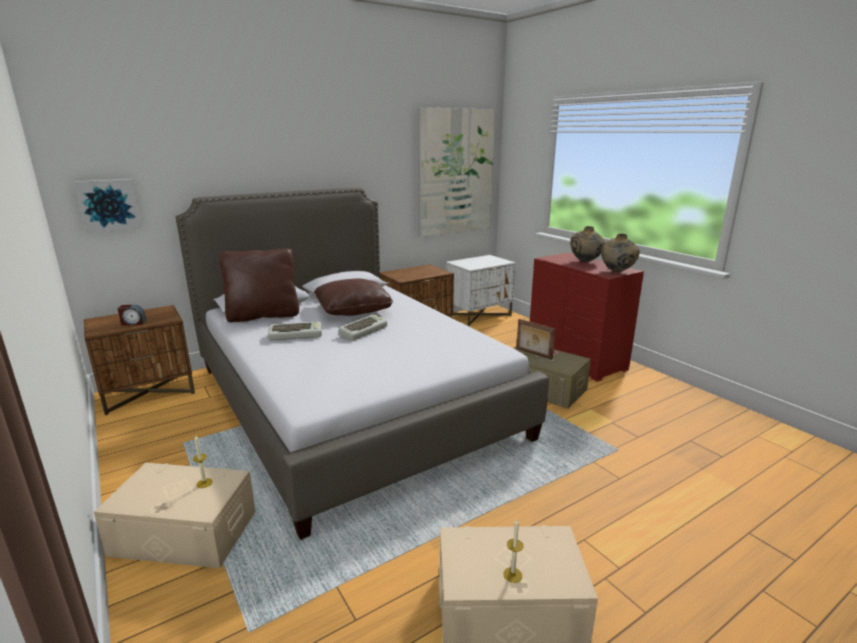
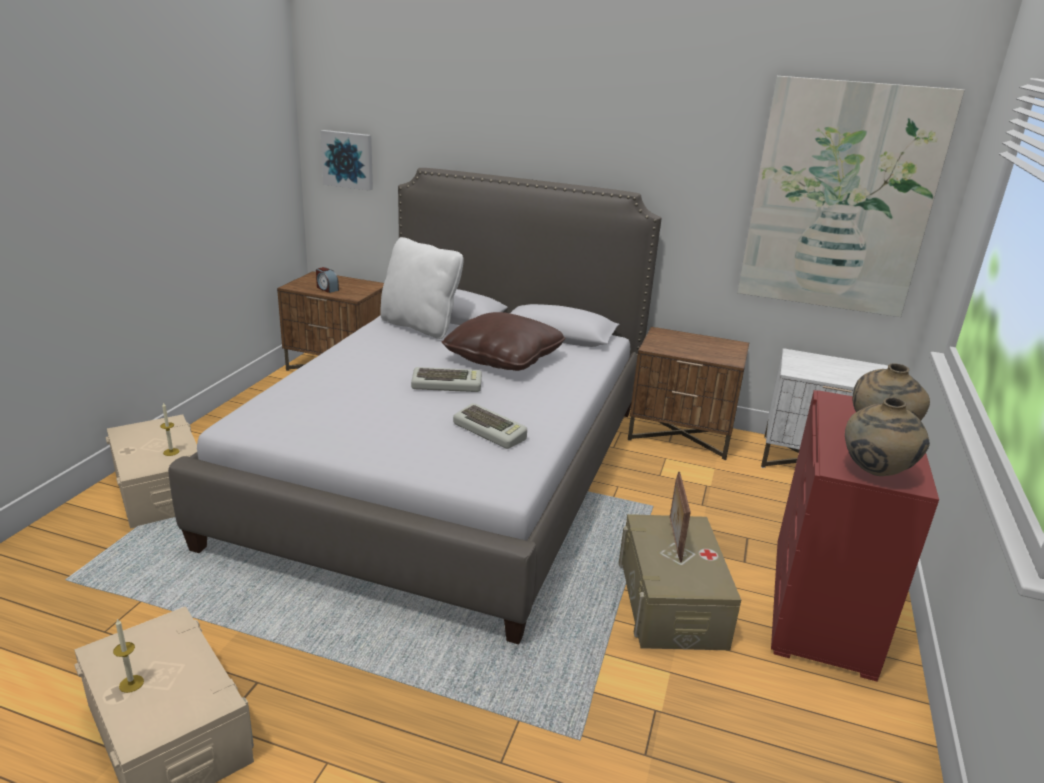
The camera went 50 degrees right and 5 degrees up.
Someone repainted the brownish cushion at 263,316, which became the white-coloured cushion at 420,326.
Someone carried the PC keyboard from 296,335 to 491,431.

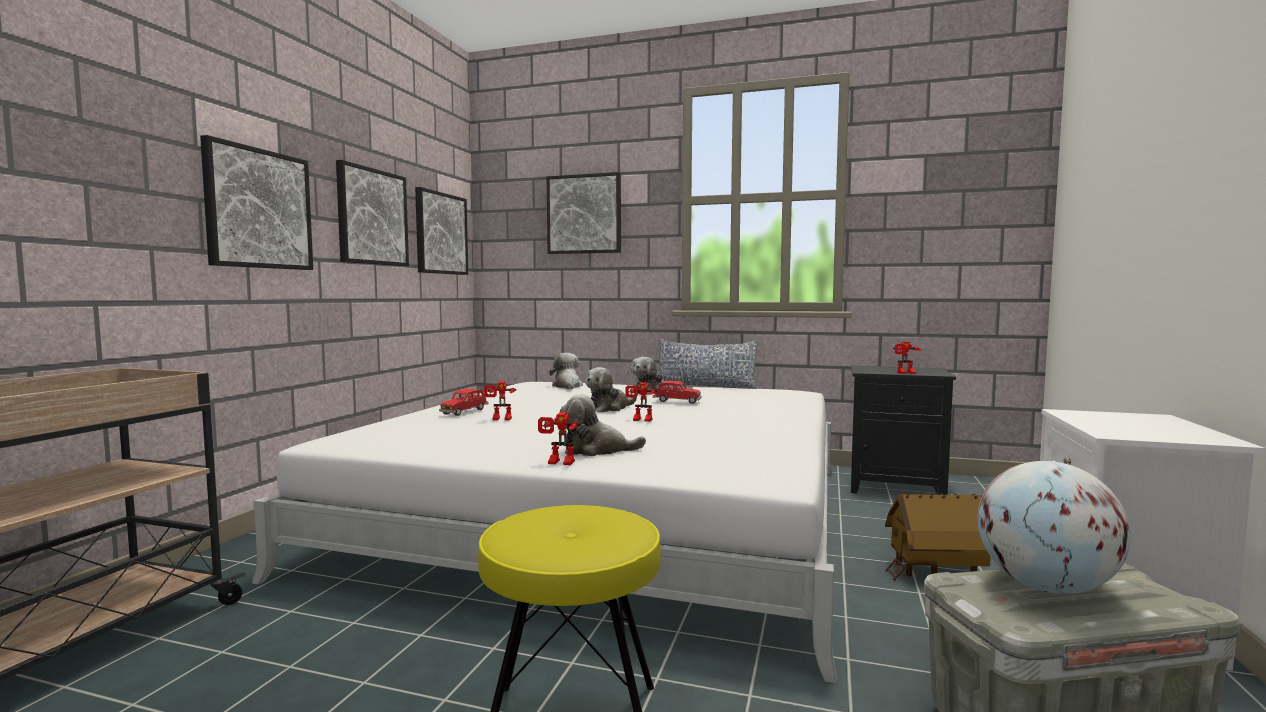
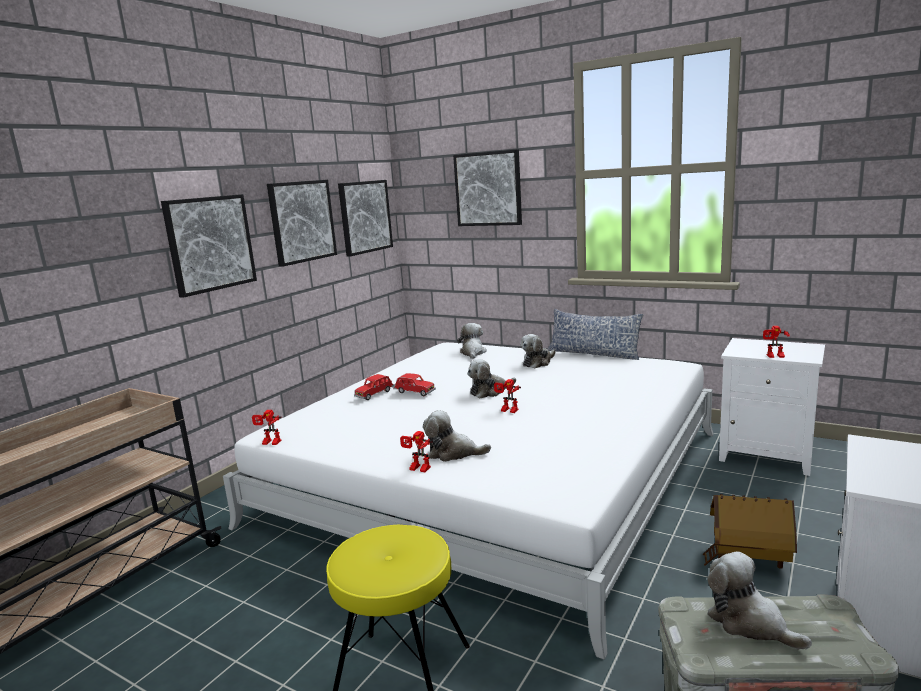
The camera went 15 degrees right and 10 degrees up.
Someone repainted the black-coloured nightstand at 896,486, which became the white-coloured nightstand at 768,454.
Someone carried the red miniature car from 677,401 to 414,392.
Someone carried the model robot from 500,419 to 269,443.
Someone swapped the globe at 1045,587 for the cuddly toy at 749,622.

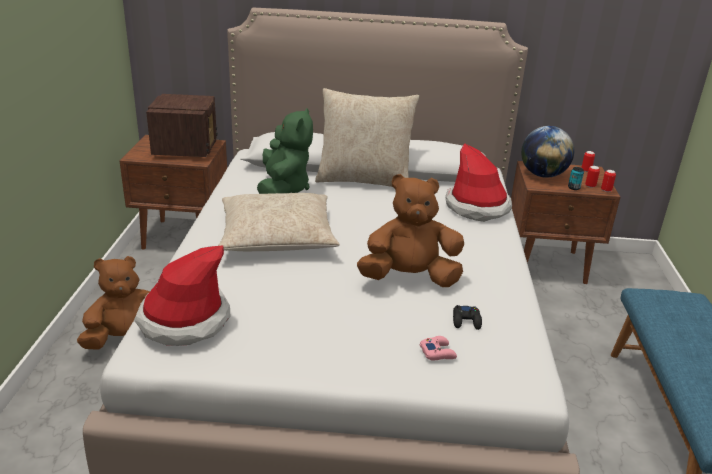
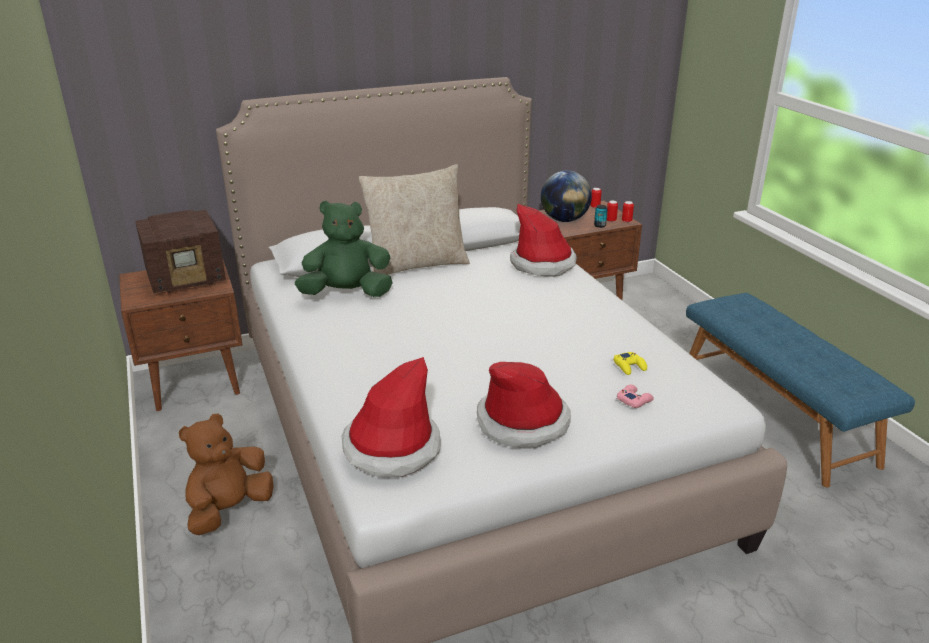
The camera went 25 degrees left and 0 degrees up.
Someone rotated the radio receiver at 186,148 by 90 degrees clockwise.
Someone rotated the greenish cuddly toy at 283,189 by 75 degrees counterclockwise.
Someone took away the brownish cuddly toy at 409,278.
Someone took away the beige cushion at 277,236.
Someone repainted the black-coloured joypad at 466,321, which became the yellowish joypad at 629,366.
Someone put down the hat at 522,422.

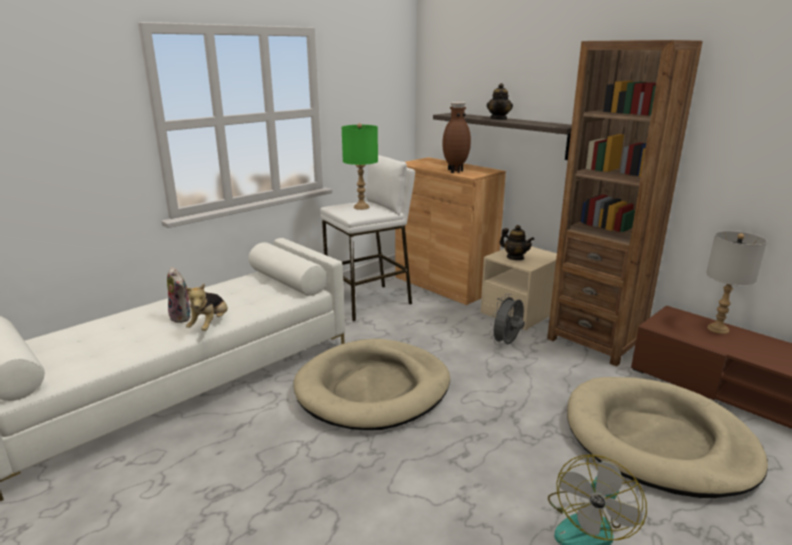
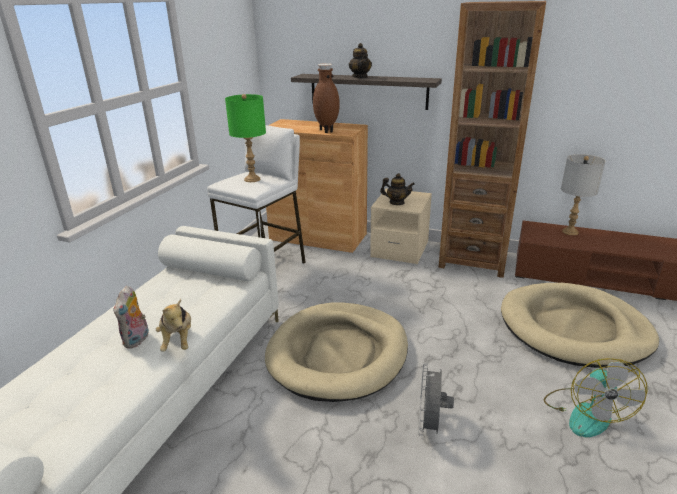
The camera went 25 degrees left and 5 degrees up.
Someone rotated the cuddly toy at 183,317 by 75 degrees clockwise.
Someone carried the greyish fan from 507,343 to 430,426.

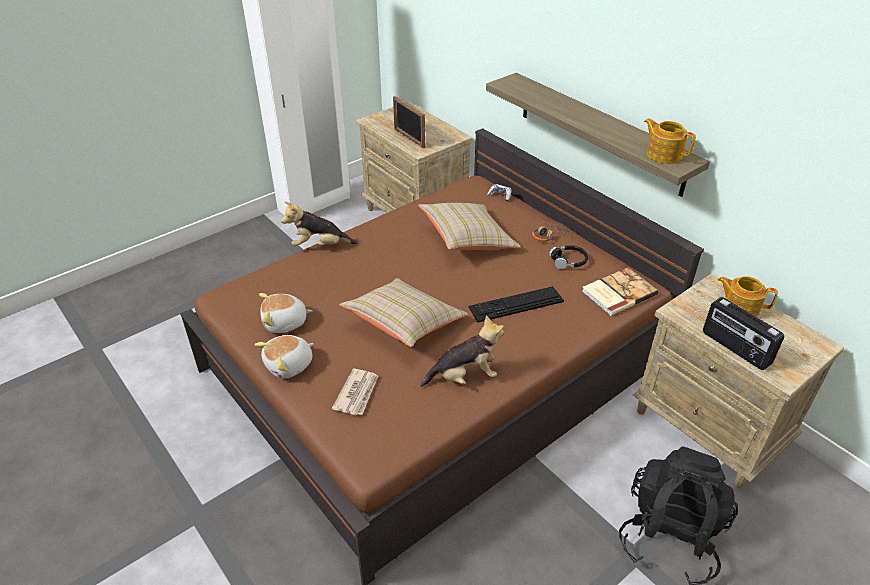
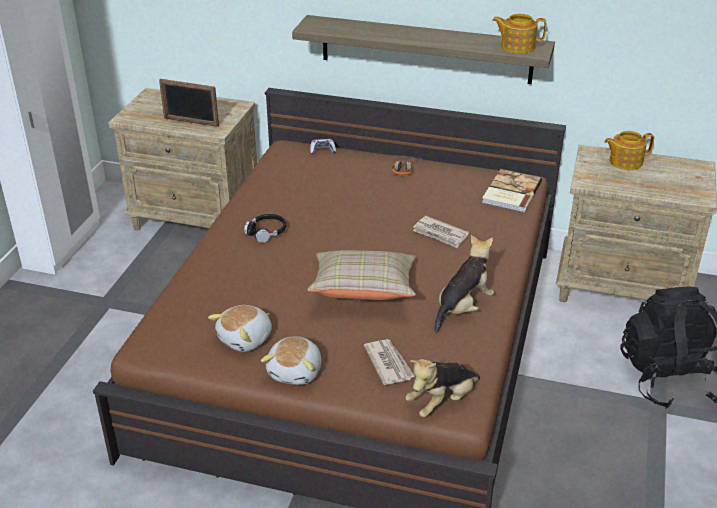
The camera went 35 degrees left and 5 degrees down.
Someone carried the cuddly toy from 320,245 to 442,402.
Someone took away the beige cushion at 467,240.
Someone carried the black-coloured headset from 568,261 to 266,232.
Someone swapped the PC keyboard at 516,304 for the newspaper at 440,234.
Someone took away the radio receiver at 735,348.

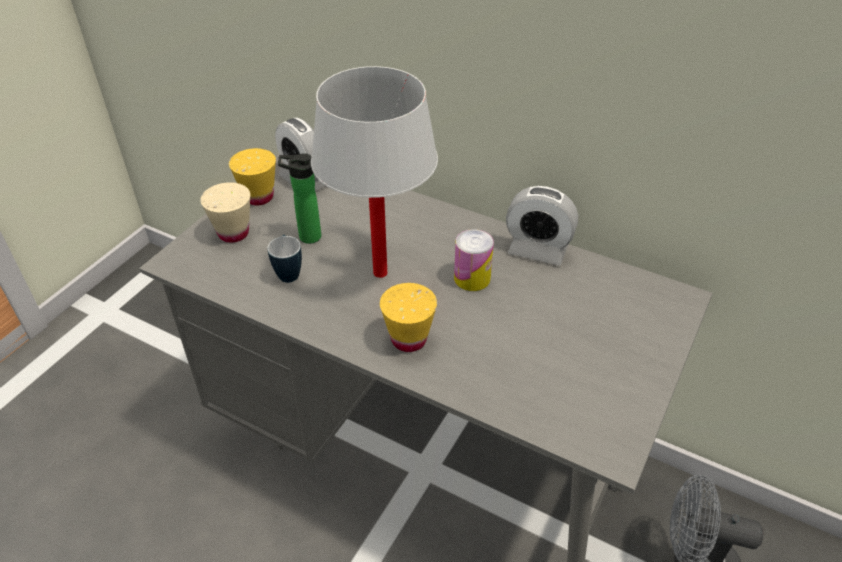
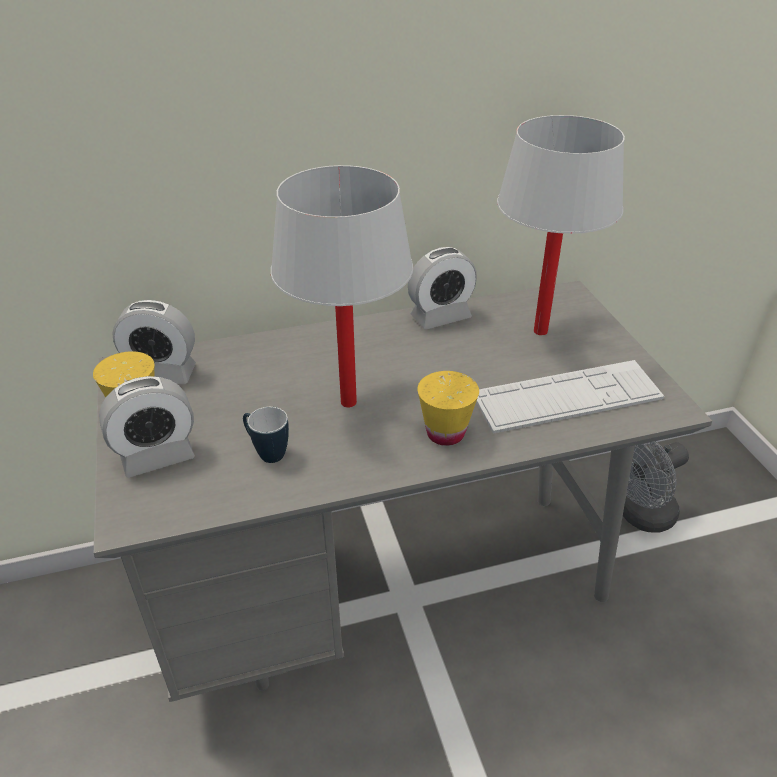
The camera went 45 degrees left and 5 degrees down.
Someone took away the drink bottle at 306,237.
Someone swapped the beige drinking cup at 233,233 for the bedside clock at 157,456.
Someone took away the metal can at 472,278.
Someone put down the white-coloured table lamp at 540,331.
Someone put down the PC keyboard at 567,397.

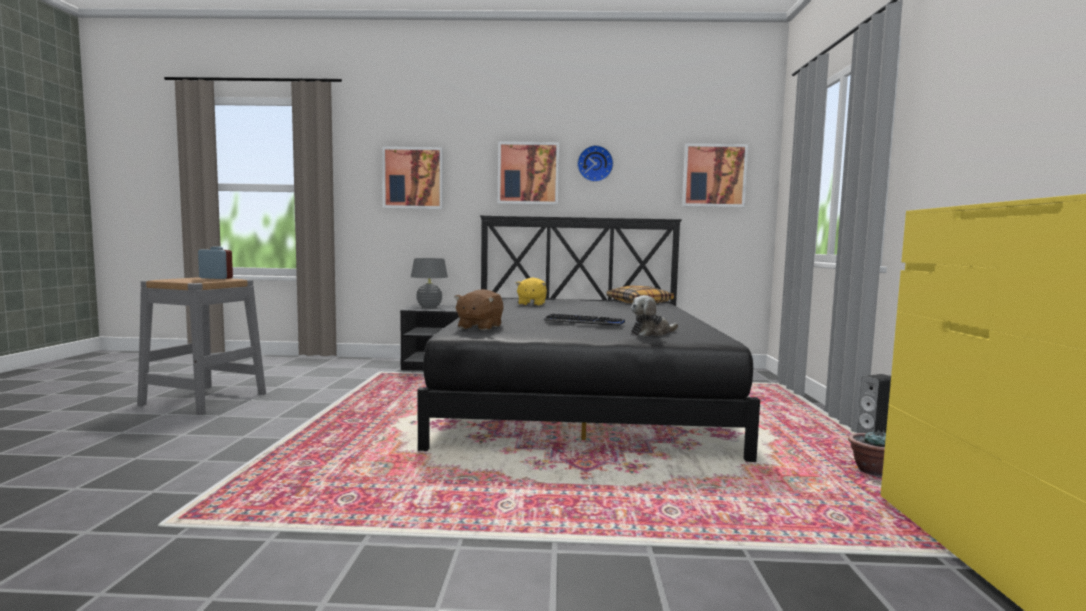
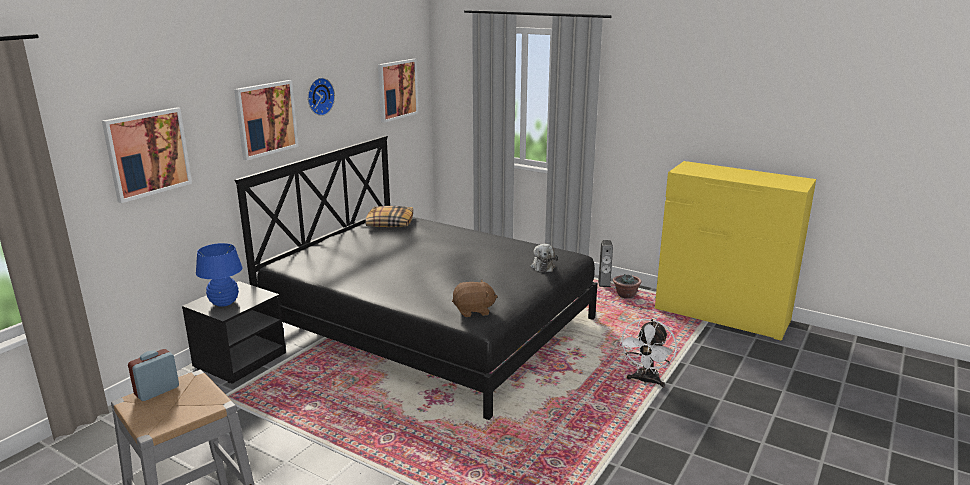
The camera went 60 degrees left and 15 degrees up.
Someone repainted the greyish table lamp at 429,307, which became the blue table lamp at 224,303.
Someone took away the yellowish cuddly toy at 531,304.
Someone rotated the brownish cuddly toy at 479,327 by 60 degrees counterclockwise.
Someone took away the PC keyboard at 584,322.
Someone put down the white-coloured fan at 646,381.

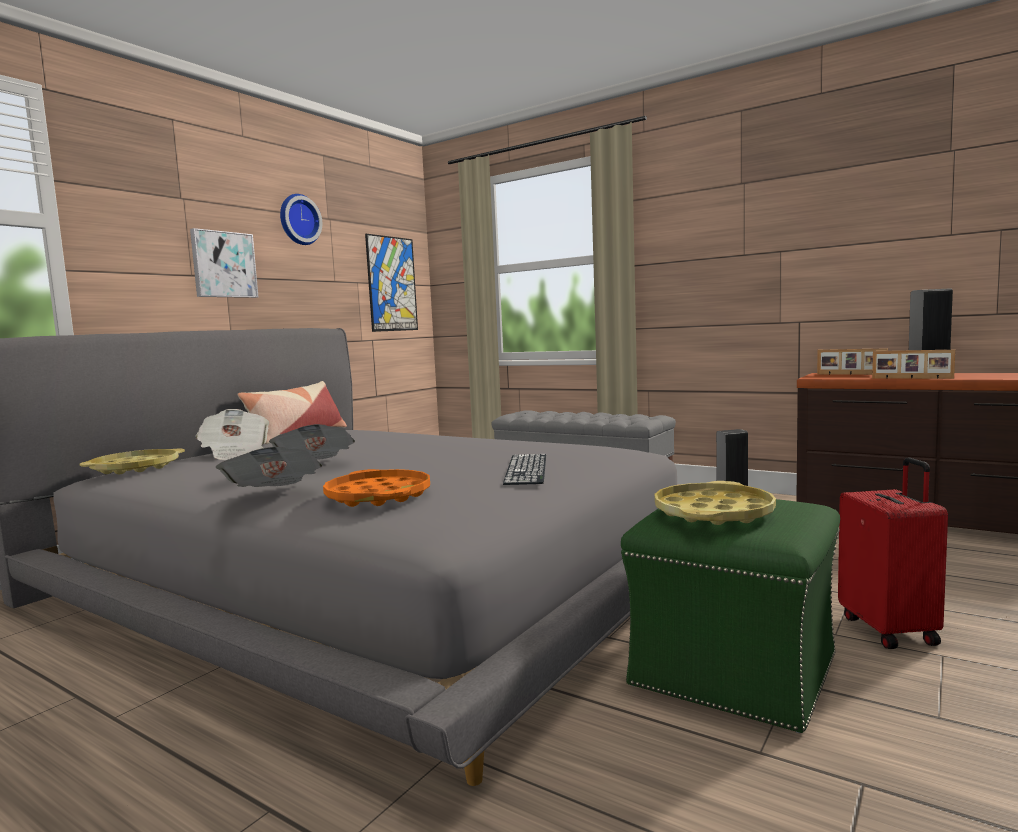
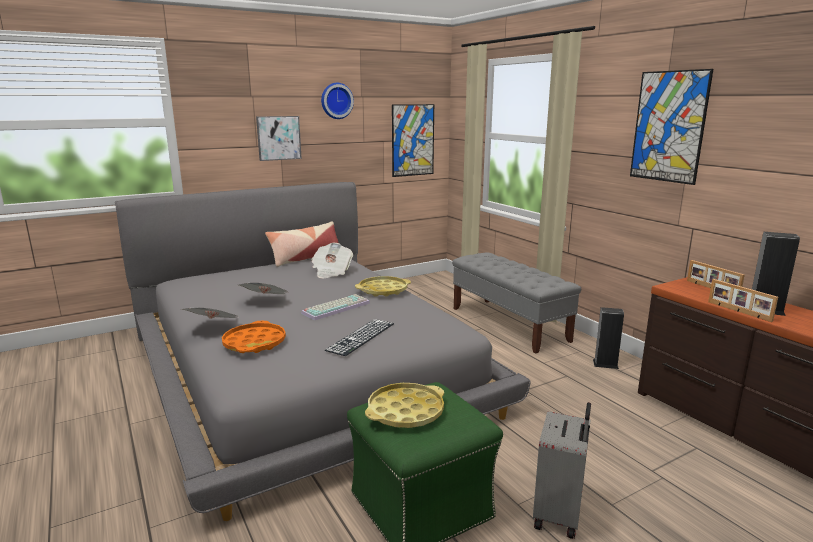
The camera went 25 degrees right and 10 degrees up.
Someone carried the newspaper from 234,453 to 331,272.
Someone carried the yellowish tray from 135,468 to 383,290.
Someone repainted the red piece of luggage at 890,630, which became the greyish piece of luggage at 559,515.
Someone put up the wall art at 668,127.
Someone put down the PC keyboard at 336,307.

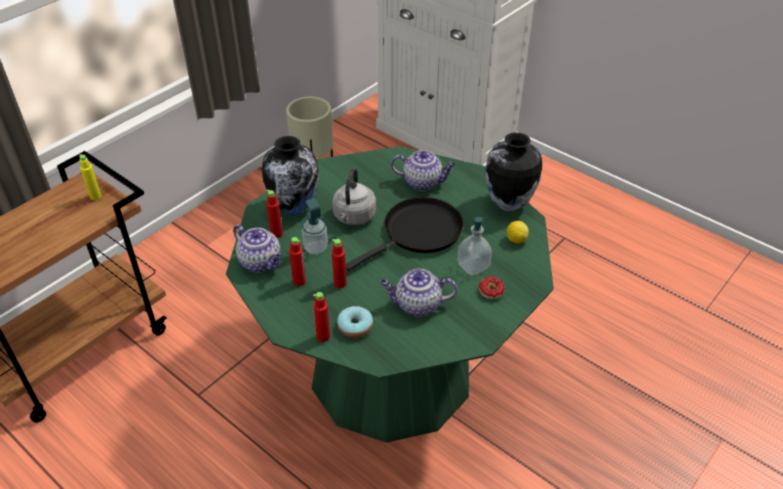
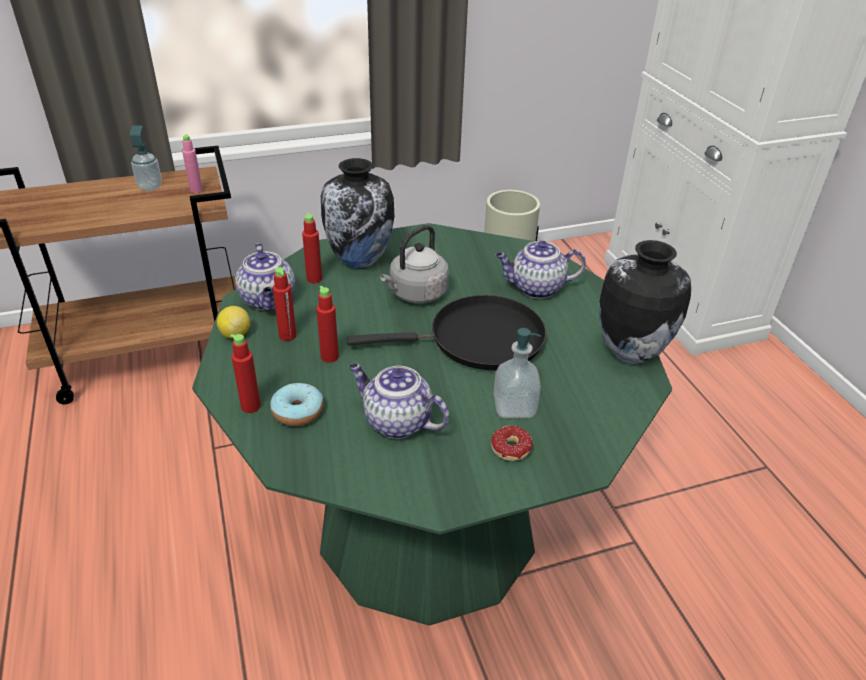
The camera went 30 degrees right and 5 degrees down.
Someone rotated the tea pot at 423,182 by 135 degrees clockwise.
Someone repainted the yellowish drink bottle at 96,196, which became the pink-coloured drink bottle at 196,190.
Someone carried the soap dispenser from 316,248 to 150,187.
Someone carried the citrus fruit from 516,240 to 235,334.

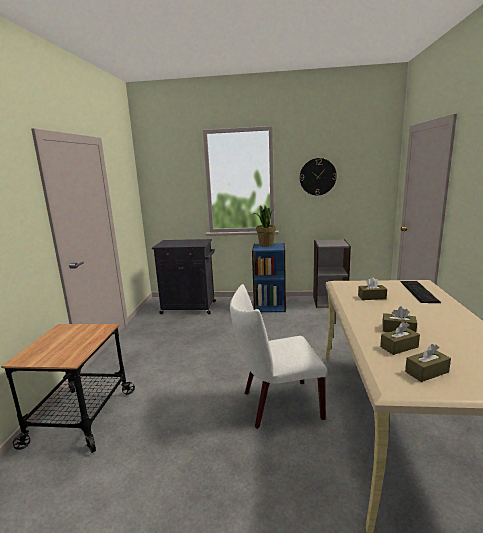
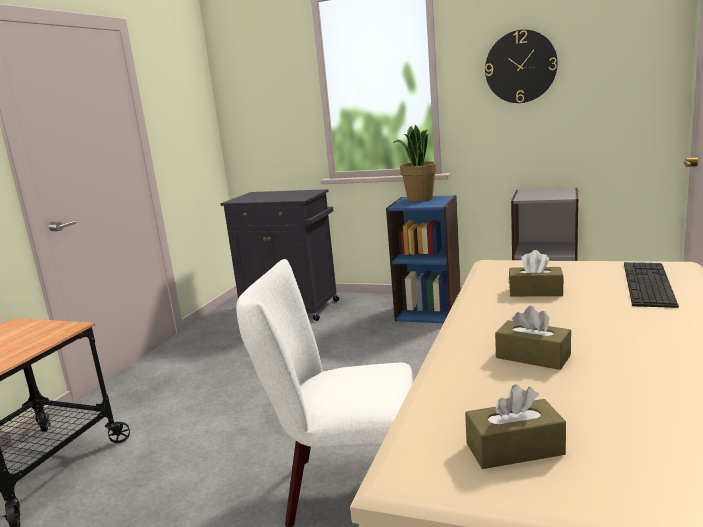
The camera went 15 degrees right and 0 degrees up.
Someone took away the brownish box of tissues at 399,347.

